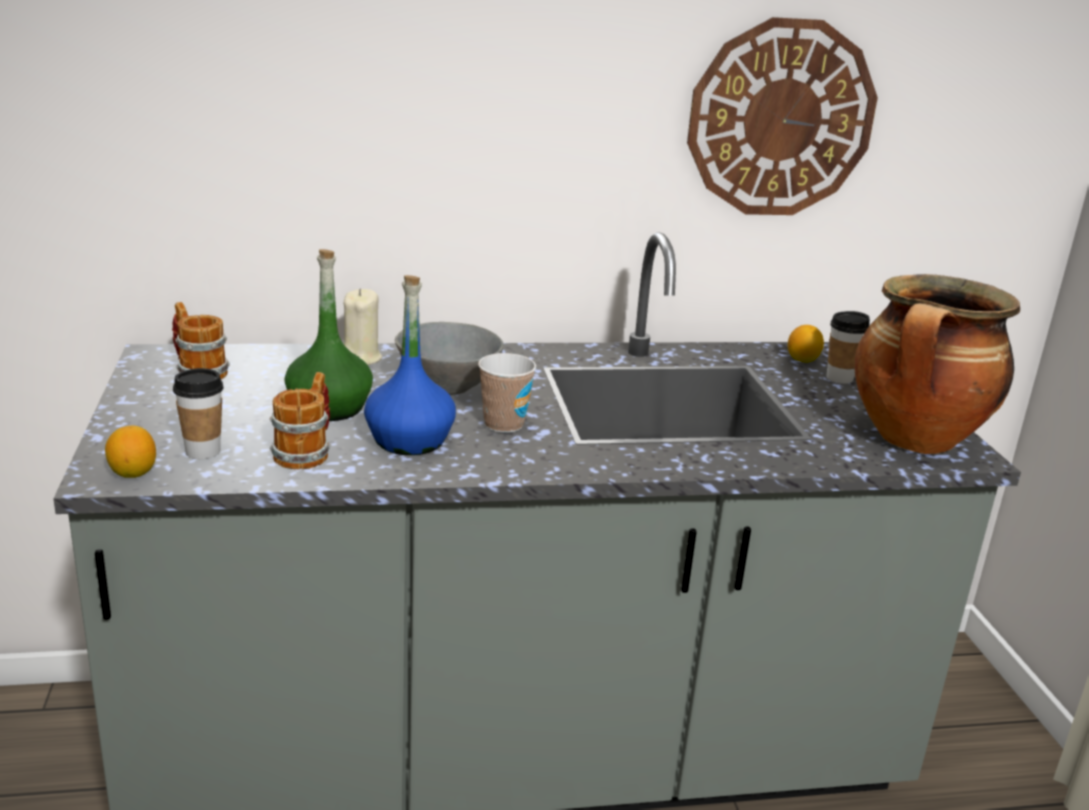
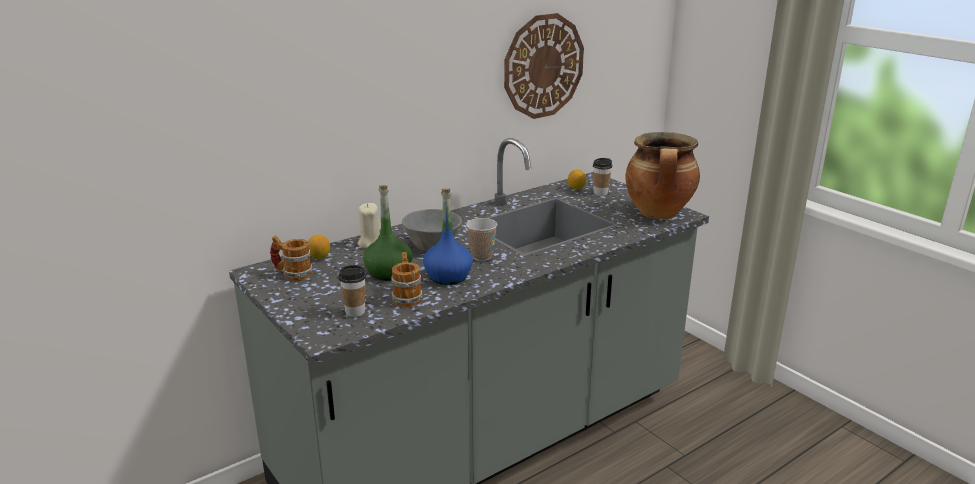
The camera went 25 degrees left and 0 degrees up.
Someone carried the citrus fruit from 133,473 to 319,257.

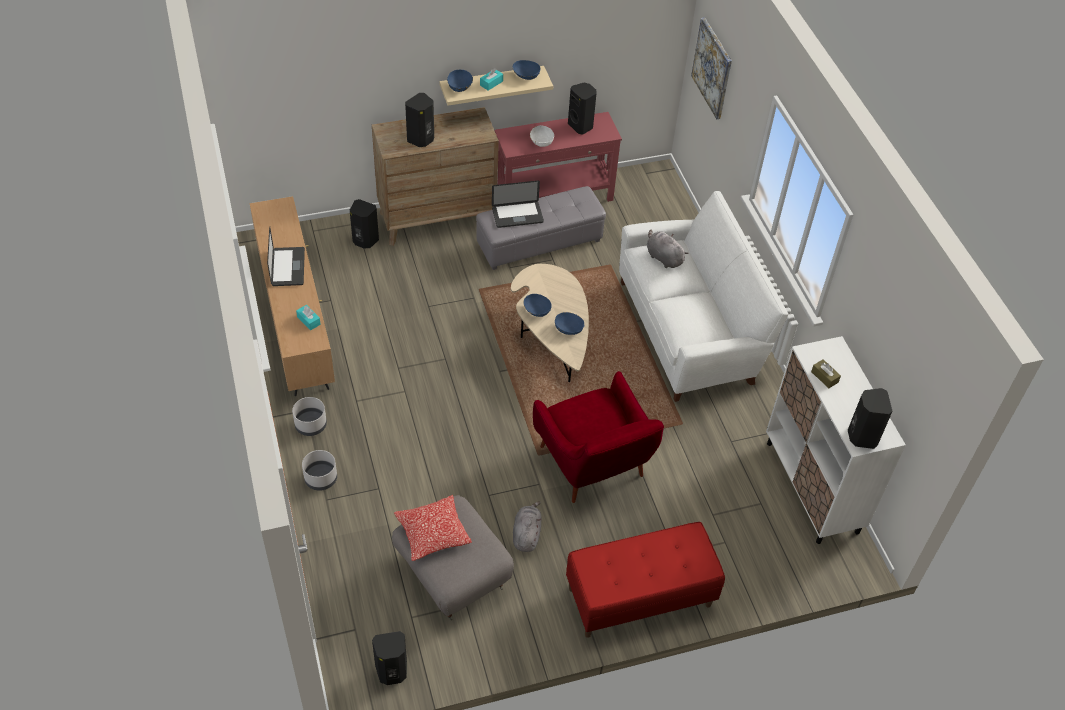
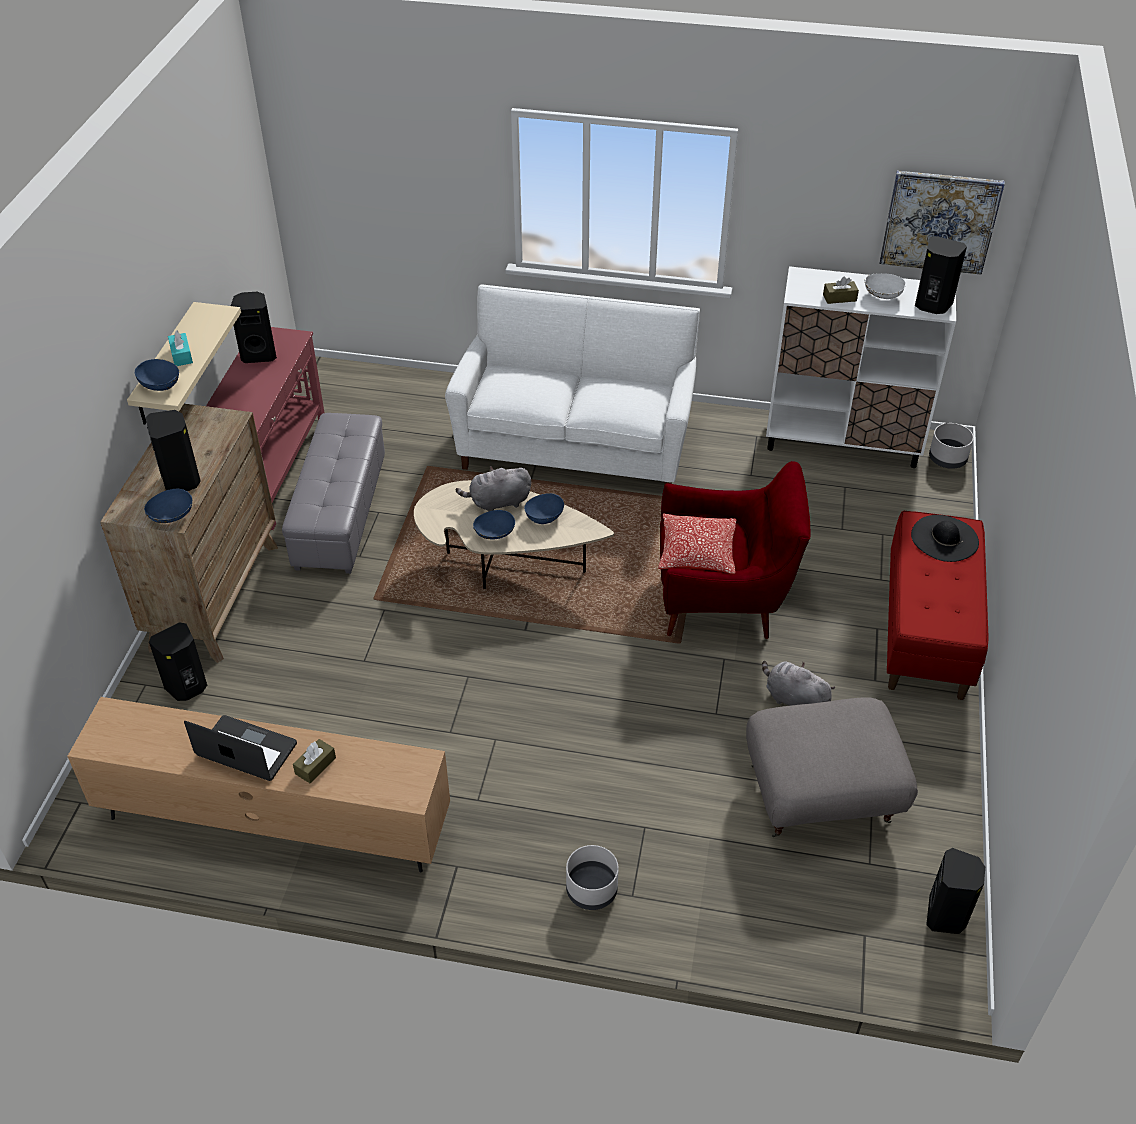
The camera went 60 degrees left and 5 degrees down.
Someone carried the wall art from 712,68 to 940,222.
Someone carried the blue serving bowl from 525,76 to 172,517.
Someone carried the white-coloured serving bowl from 541,142 to 882,295.
Someone took away the portable computer at 517,215.
Someone carried the greyish cuddly toy from 663,257 to 497,502.
Someone took away the blue-green box of tissues at 308,320.
Someone carried the greyish flower pot from 310,425 to 947,459.
Someone carried the cushion from 432,533 to 697,553.
Someone put down the black-coloured hat at 944,538.
Someone put down the brownish box of tissues at 315,766.

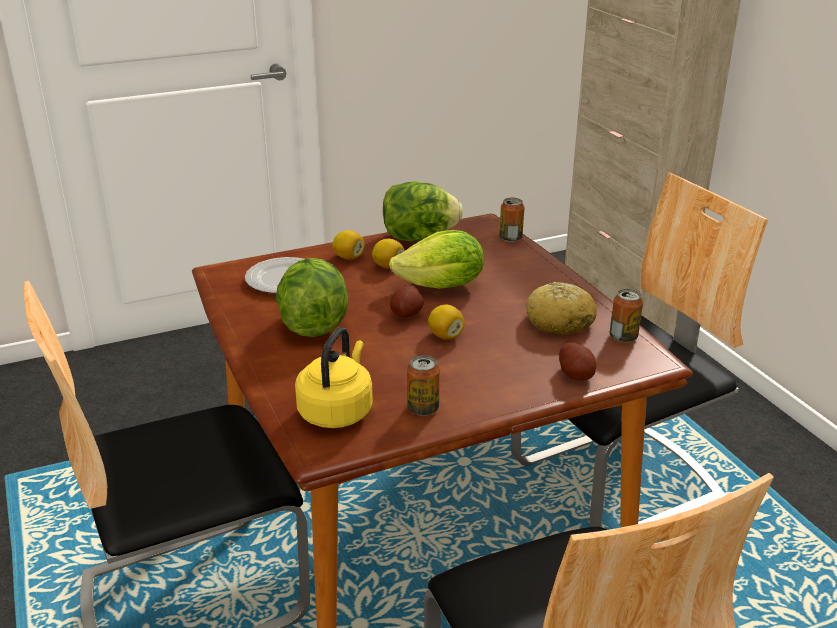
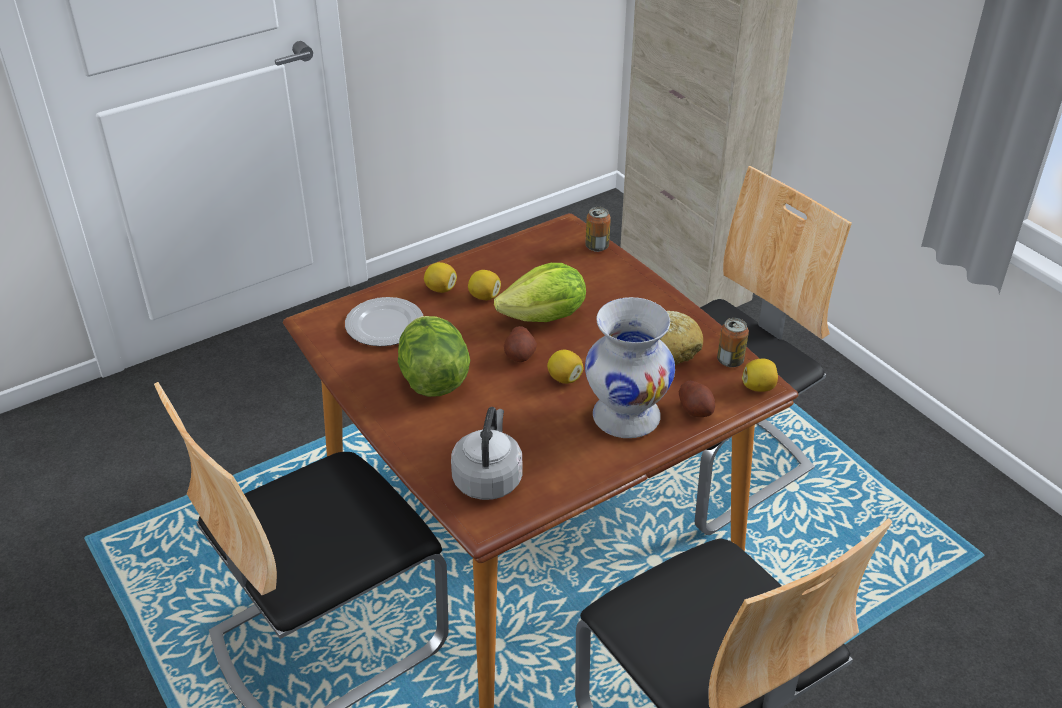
The camera went 10 degrees left and 10 degrees up.
Someone took away the lettuce head at 419,238.
Someone repainted the yellowish kettle at 337,411, which became the greyish kettle at 488,478.
Someone took away the metal can at 423,409.
Someone put down the white-coloured decorative vase at 626,416.
Someone put down the citrus fruit at 759,387.

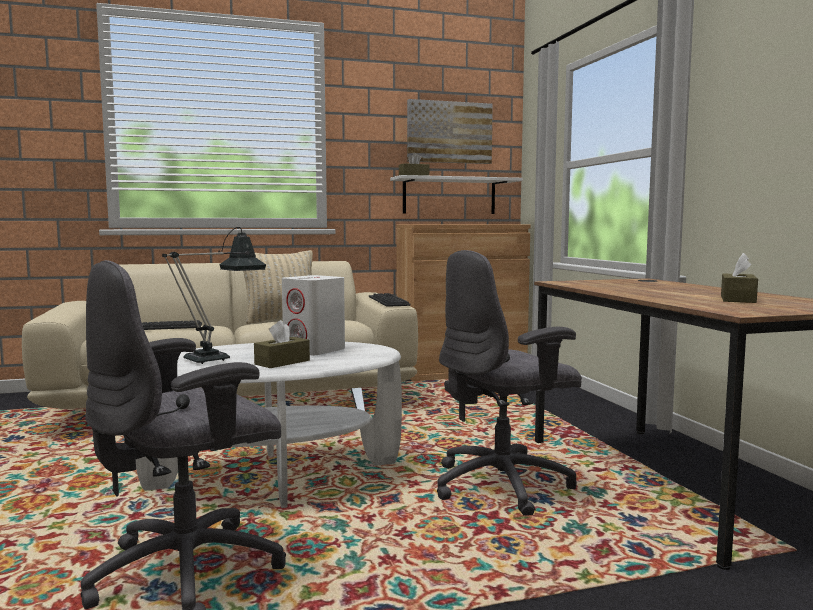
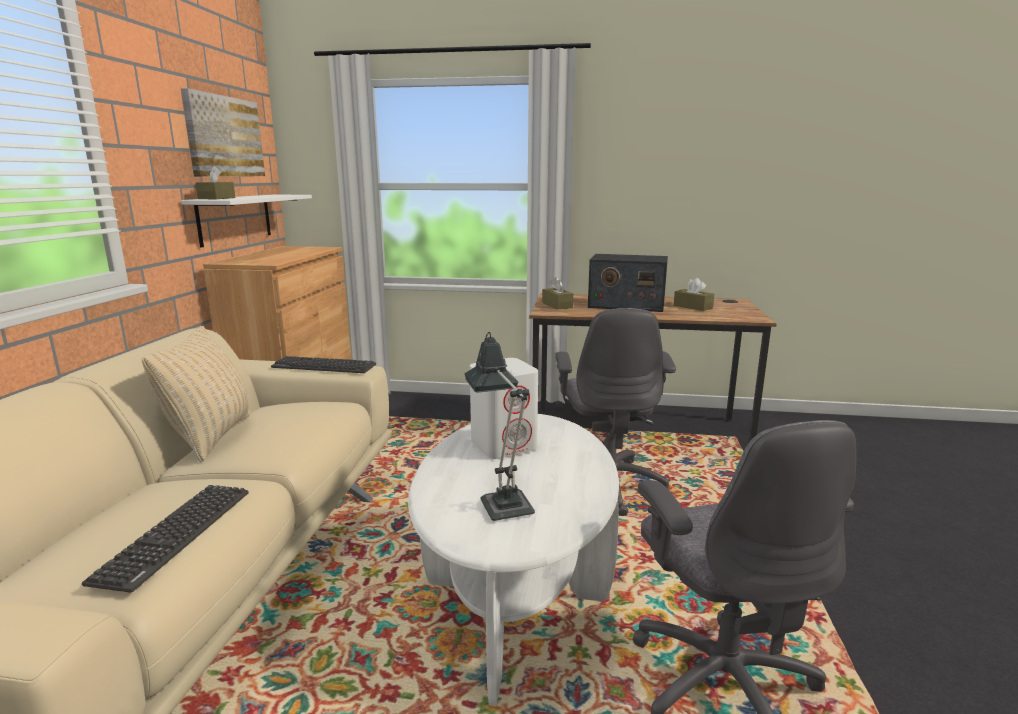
The camera went 65 degrees left and 10 degrees up.
Someone carried the brownish box of tissues from 282,362 to 557,305.
Someone put down the radio receiver at 626,305.

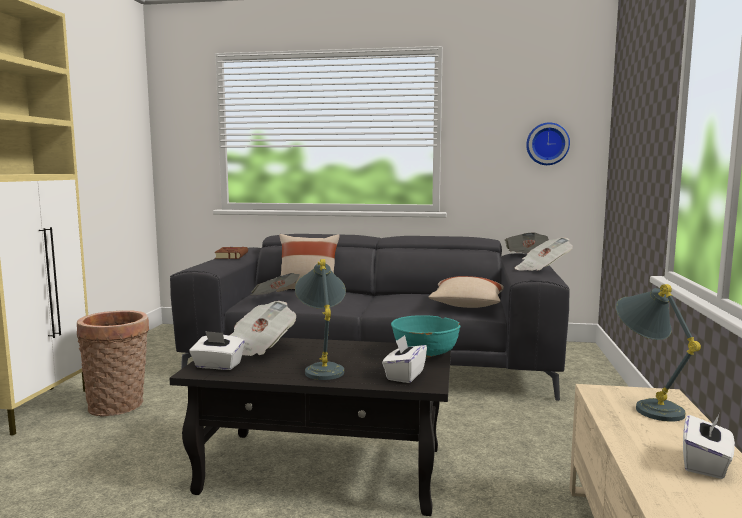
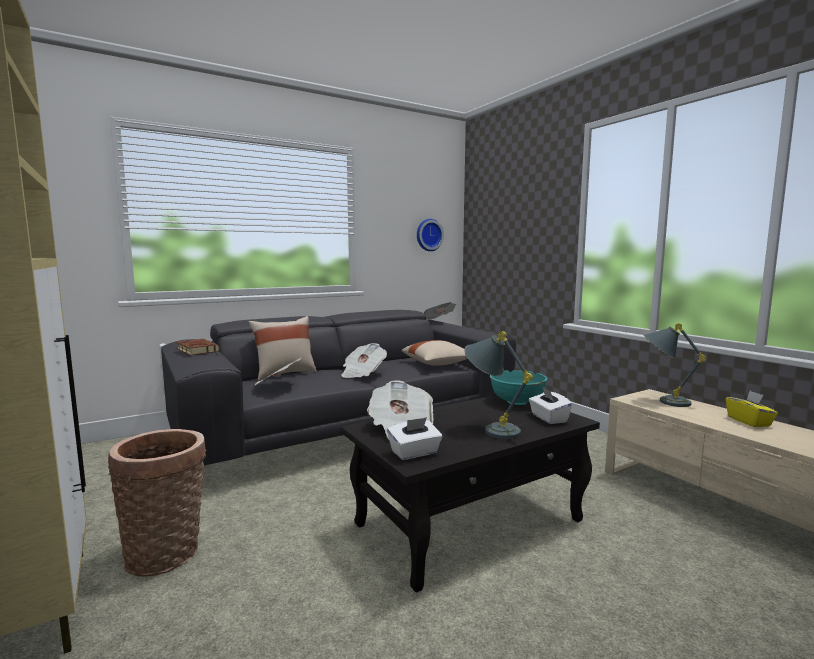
The camera went 40 degrees left and 0 degrees up.
Someone carried the newspaper from 542,269 to 362,373.
Someone repainted the white-coloured box of tissues at 705,464, which became the yellowish box of tissues at 749,421.

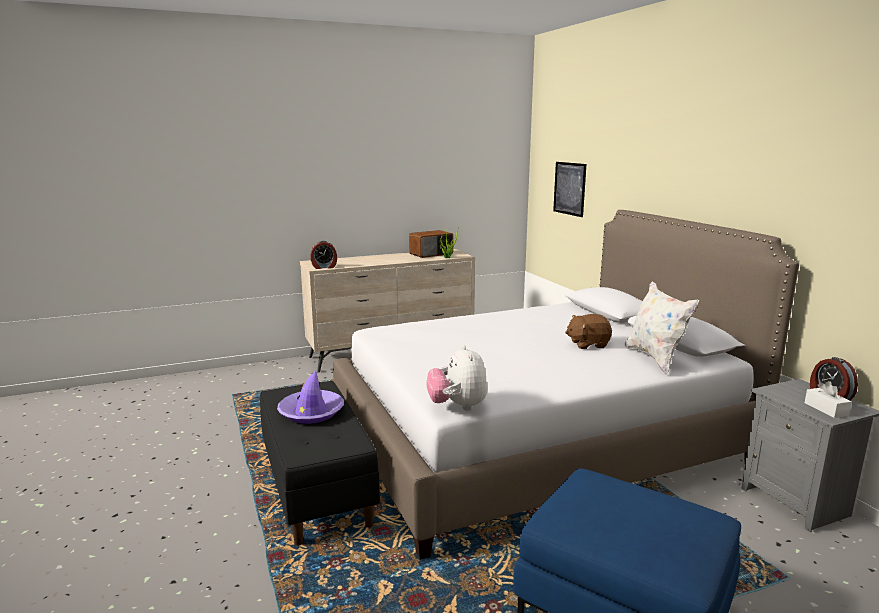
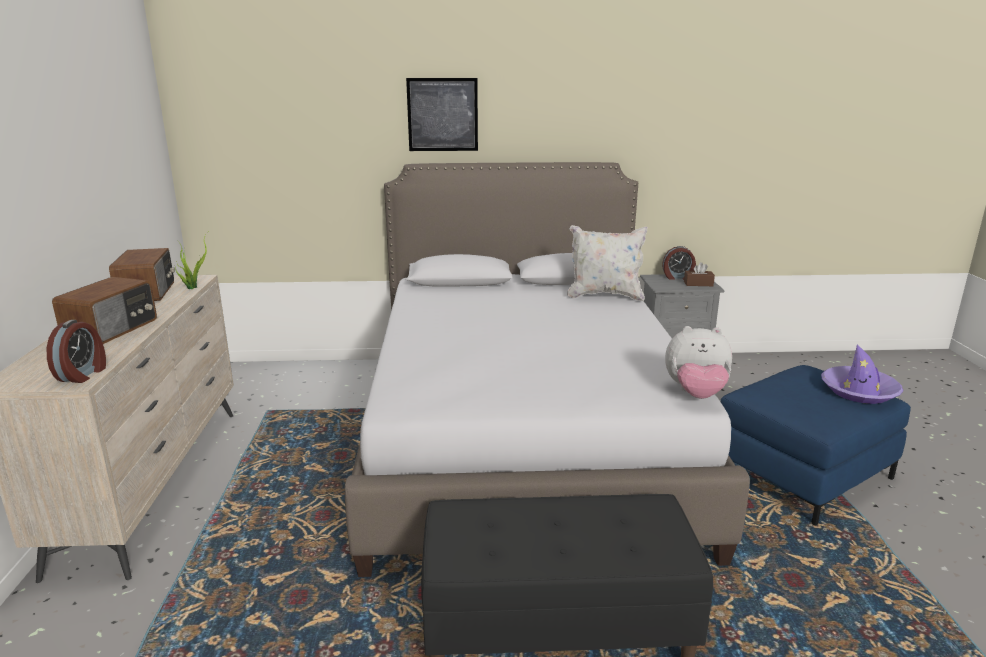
The camera went 70 degrees left and 5 degrees up.
Someone carried the wall art from 569,188 to 442,115.
Someone took away the brownish cuddly toy at 588,344.
Someone carried the purple hat from 311,412 to 859,391.
Someone repainted the white-coloured box of tissues at 826,409, which became the brownish box of tissues at 698,284.
Someone put down the radio receiver at 112,329.

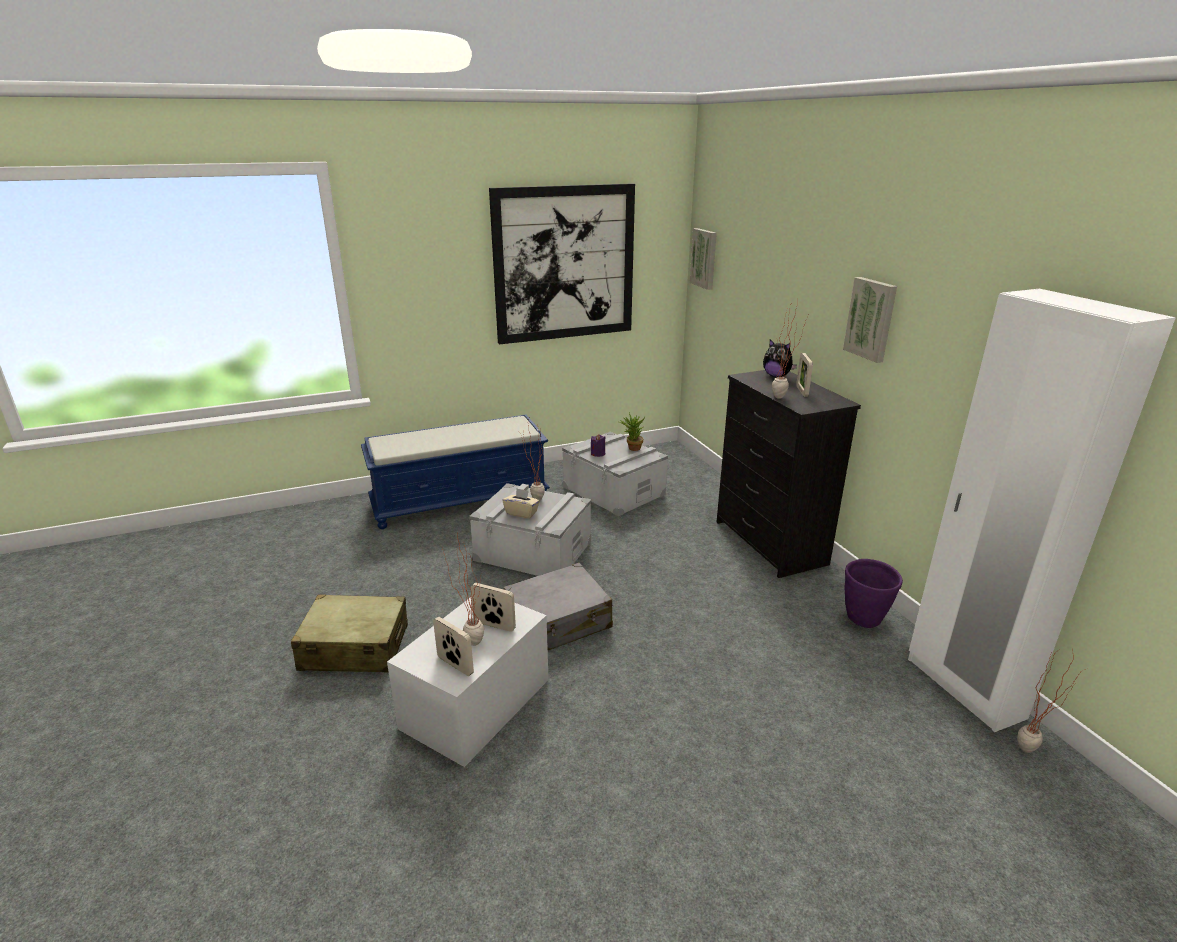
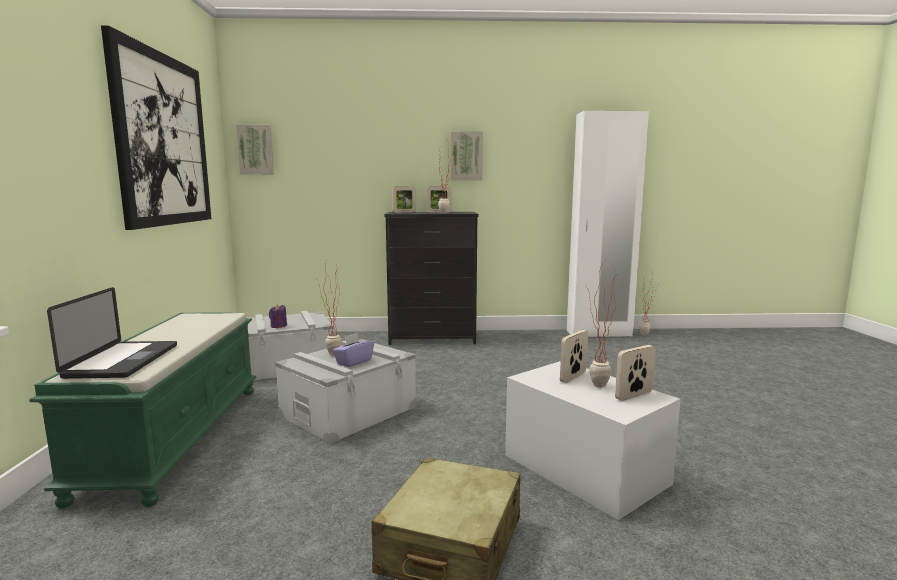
The camera went 70 degrees left and 15 degrees down.
Someone swapped the cuddly toy at 776,376 for the standing frame at 404,212.
Someone took away the plant in a pot at 632,448.
Someone repainted the blue indoor bench at 461,500, which became the greenish indoor bench at 175,436.
Someone repainted the beige box of tissues at 522,513, which became the purple box of tissues at 353,362.
Someone took away the purple flower pot at 864,619.
Someone took away the greyish piece of luggage at 558,621.
Someone put down the portable computer at 123,361.

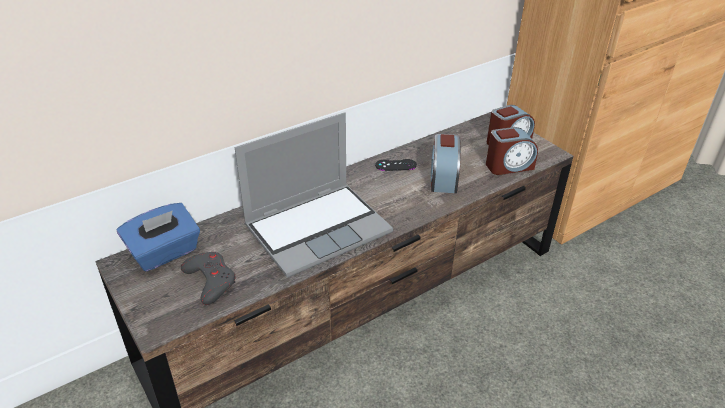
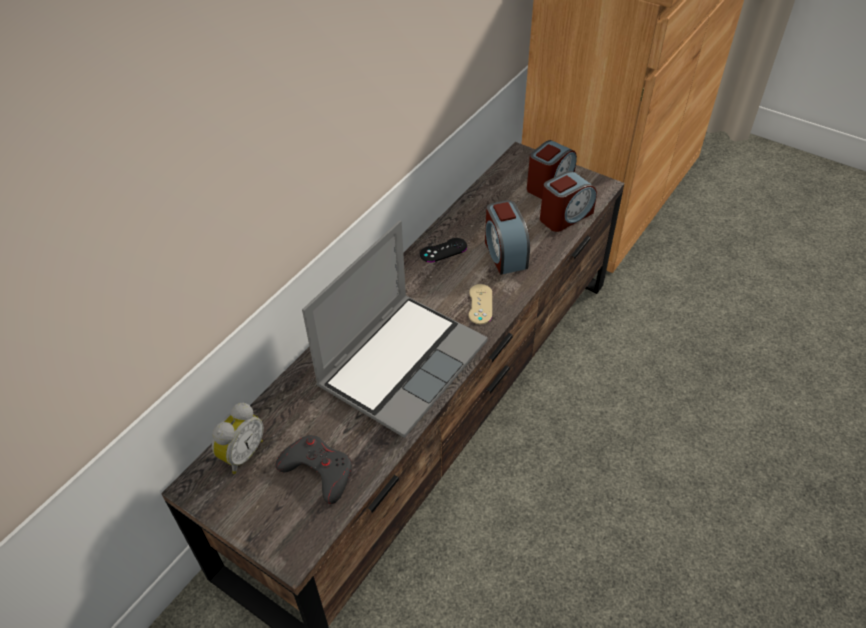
The camera went 20 degrees left and 10 degrees up.
Someone swapped the blue box of tissues at 165,253 for the bedside clock at 241,453.
Someone put down the beige joypad at 480,304.

